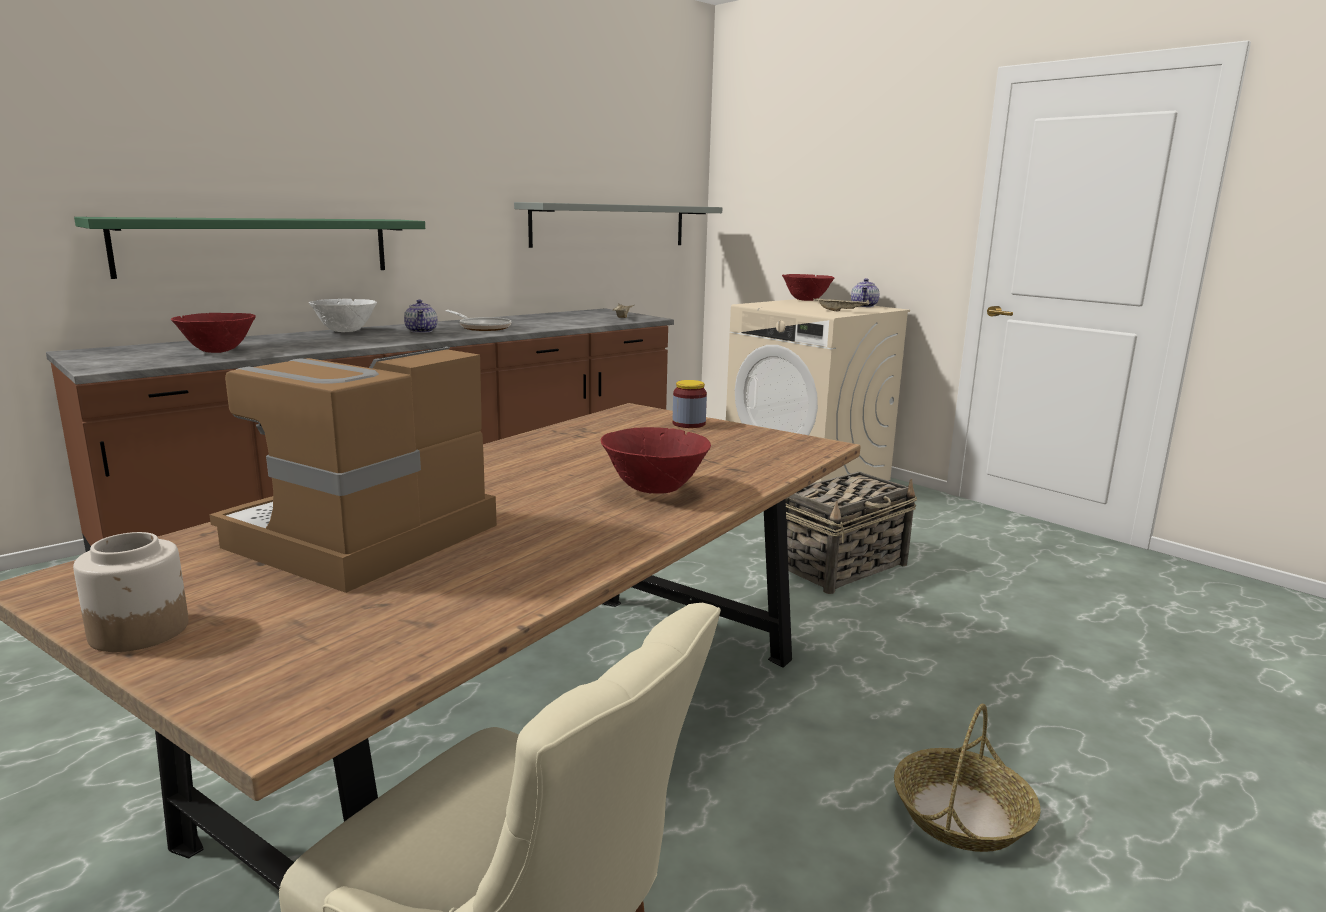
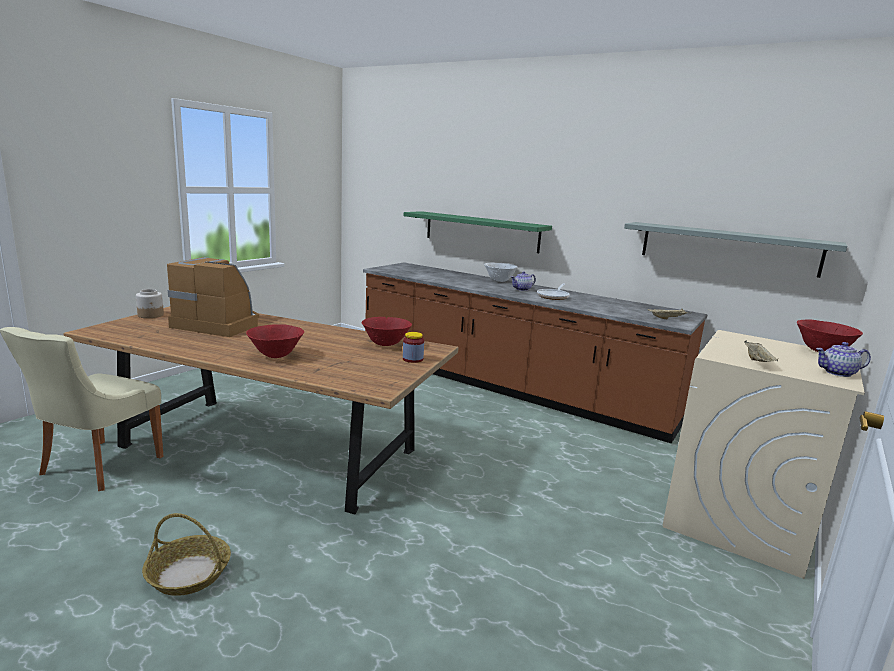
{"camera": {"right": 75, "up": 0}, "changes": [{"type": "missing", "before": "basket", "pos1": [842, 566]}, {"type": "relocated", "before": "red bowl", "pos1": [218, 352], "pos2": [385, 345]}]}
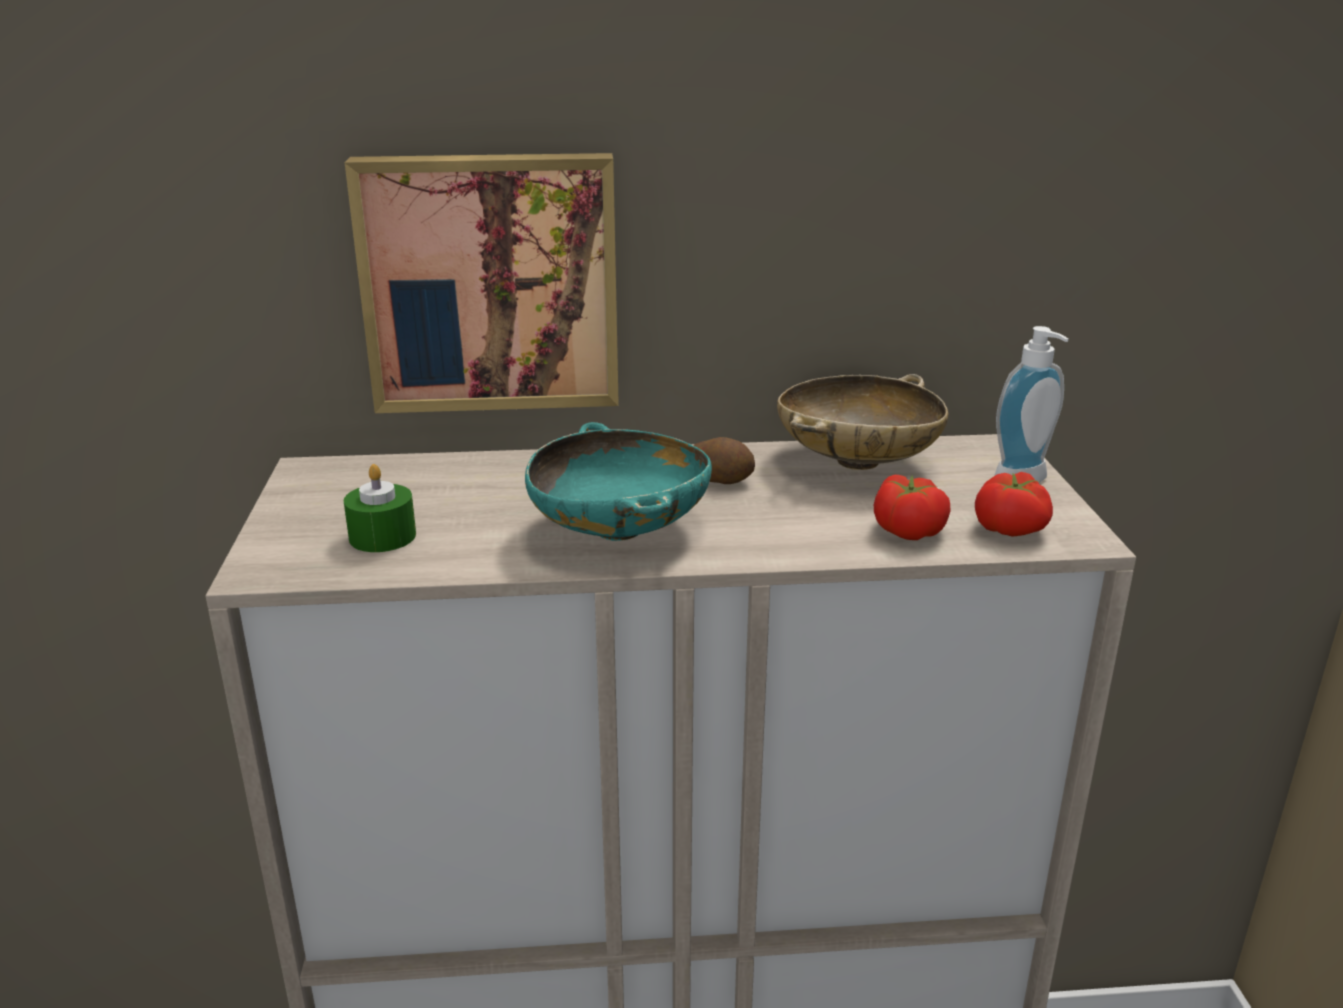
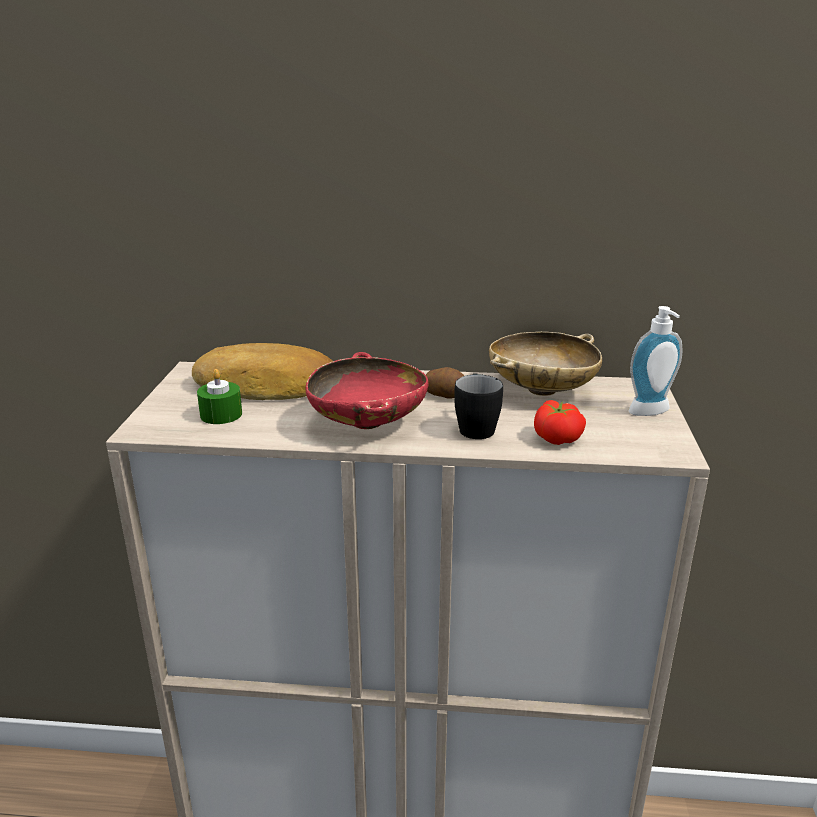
{"camera": {"right": 10, "up": 0}, "changes": [{"type": "missing", "before": "picture", "pos1": [491, 282]}, {"type": "missing", "before": "tomato", "pos1": [1011, 528]}, {"type": "appeared", "after": "bread", "pos2": [267, 386]}, {"type": "appeared", "after": "black mug", "pos2": [475, 426]}, {"type": "colour", "before": "turquoise bowl", "after": "red bowl", "pos1": [620, 530], "pos2": [368, 422]}]}
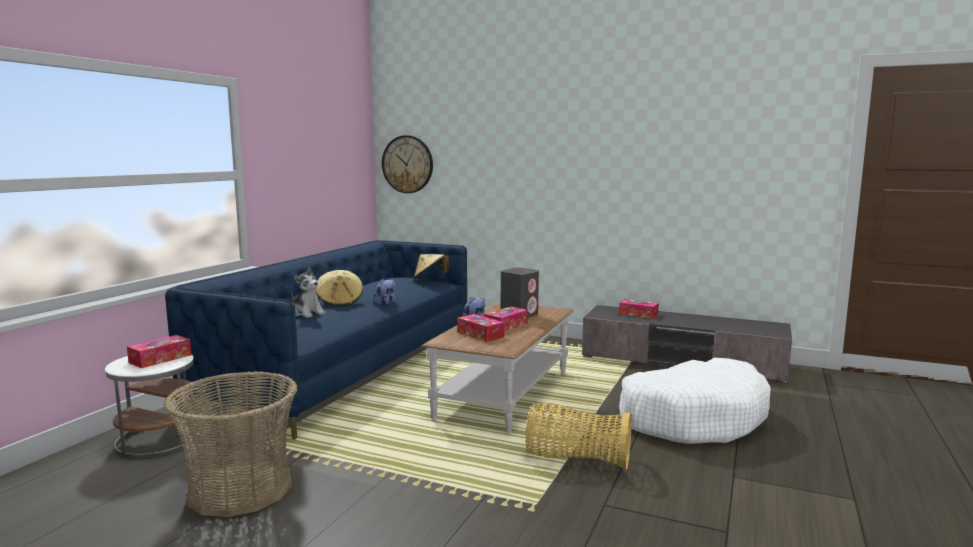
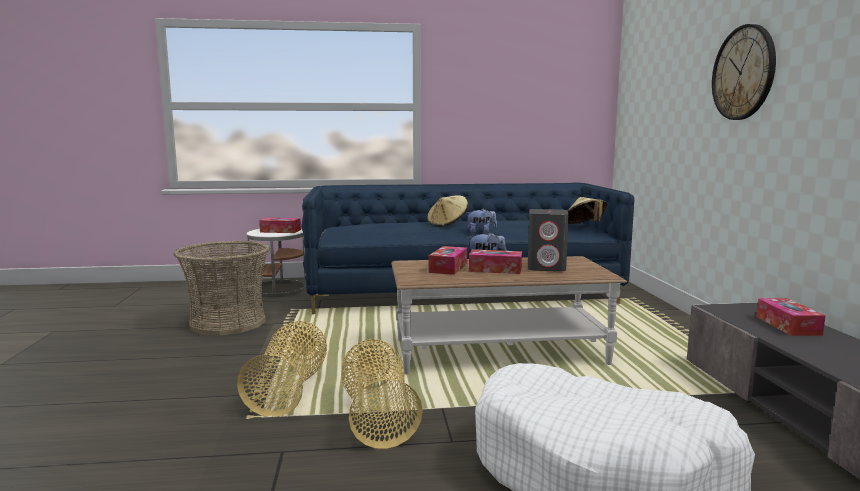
{"camera": {"right": 60, "up": 0}, "changes": [{"type": "missing", "before": "plush toy", "pos1": [306, 313]}, {"type": "appeared", "after": "basket", "pos2": [290, 390]}, {"type": "relocated", "before": "wall clock", "pos1": [407, 164], "pos2": [743, 73]}]}
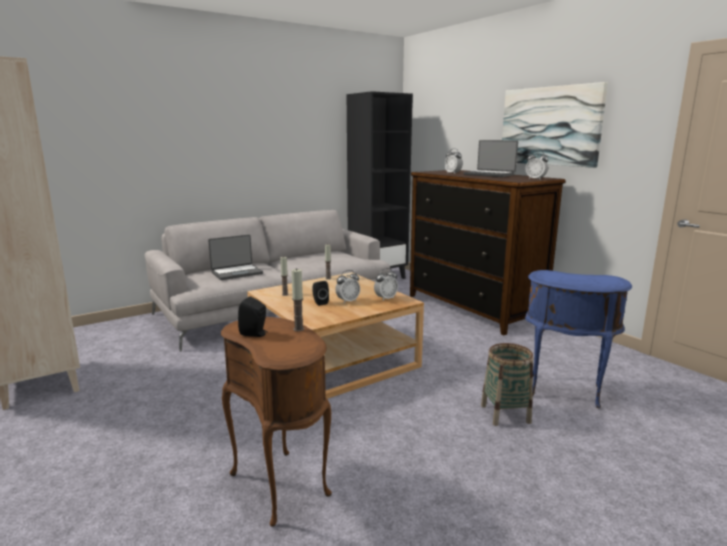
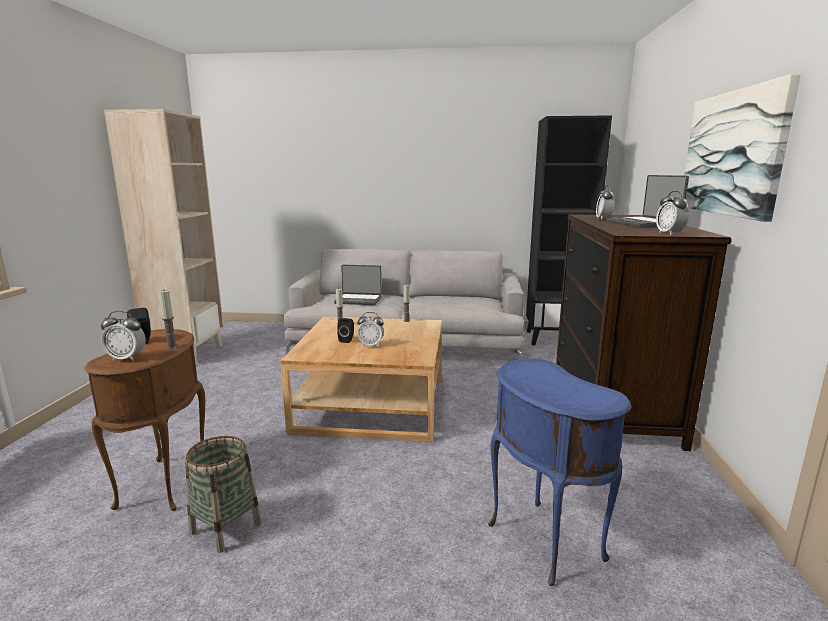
{"camera": {"right": 40, "up": 0}, "changes": [{"type": "relocated", "before": "alarm clock", "pos1": [385, 299], "pos2": [127, 358]}, {"type": "relocated", "before": "basket", "pos1": [505, 414], "pos2": [225, 528]}]}
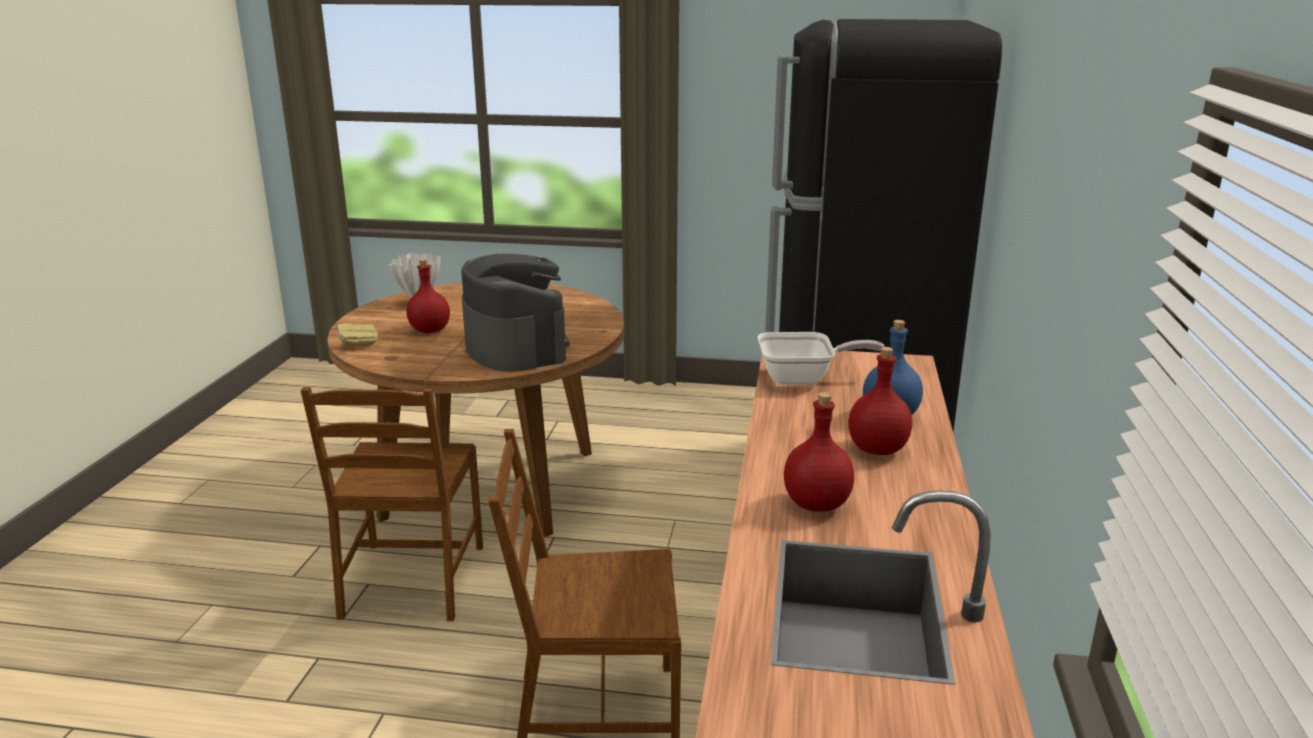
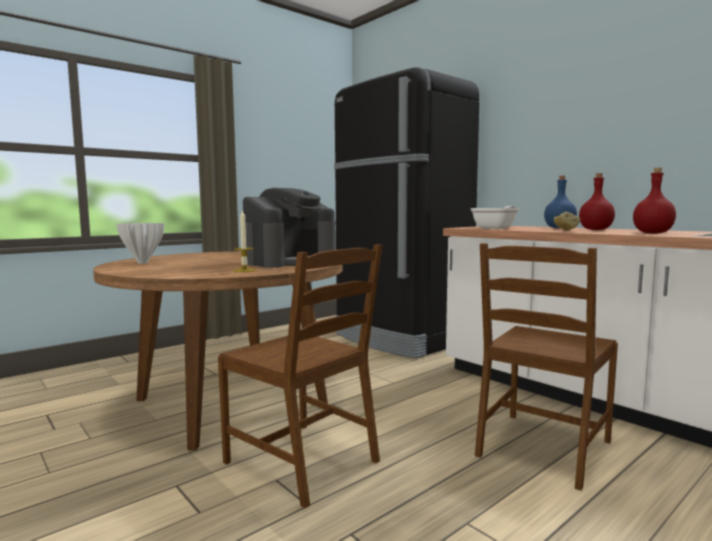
{"camera": {"right": -50, "up": -15}, "changes": [{"type": "missing", "before": "red bottle", "pos1": [429, 330]}, {"type": "appeared", "after": "candle", "pos2": [244, 270]}, {"type": "relocated", "before": "bread", "pos1": [358, 346], "pos2": [565, 231]}, {"type": "spun", "before": "coffee machine", "pos1": [515, 348], "pos2": [290, 261], "turn": 120}]}
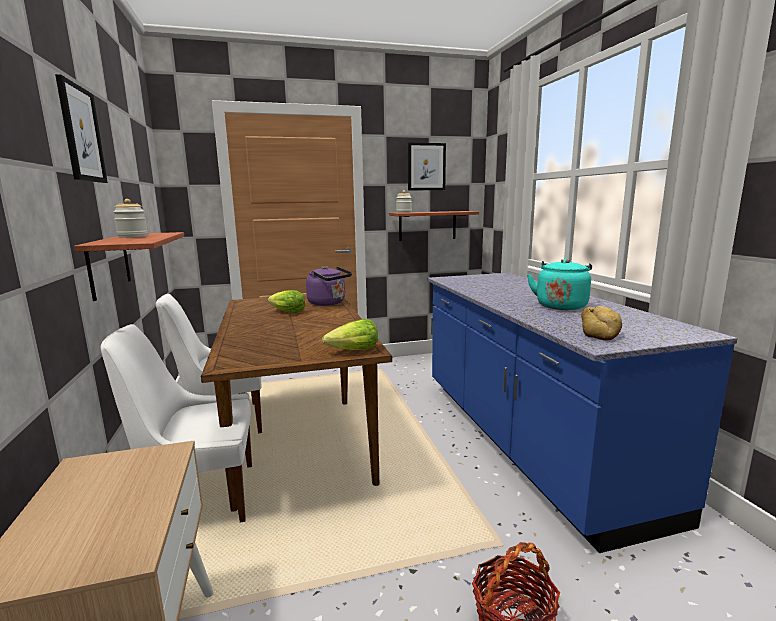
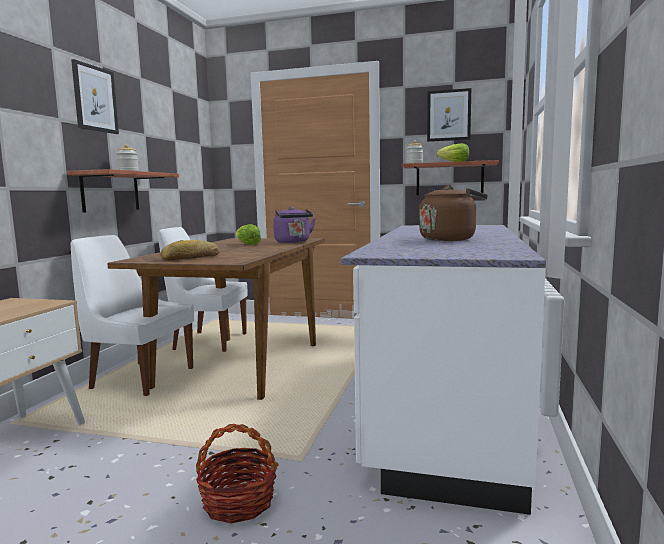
{"camera": {"right": 30, "up": -5}, "changes": [{"type": "relocated", "before": "lettuce", "pos1": [354, 351], "pos2": [454, 162]}, {"type": "relocated", "before": "bread", "pos1": [599, 329], "pos2": [192, 257]}, {"type": "colour", "before": "blue counter", "after": "white counter", "pos1": [526, 440], "pos2": [444, 403]}, {"type": "colour", "before": "turquoise kettle", "after": "brown kettle", "pos1": [561, 305], "pos2": [449, 239]}]}
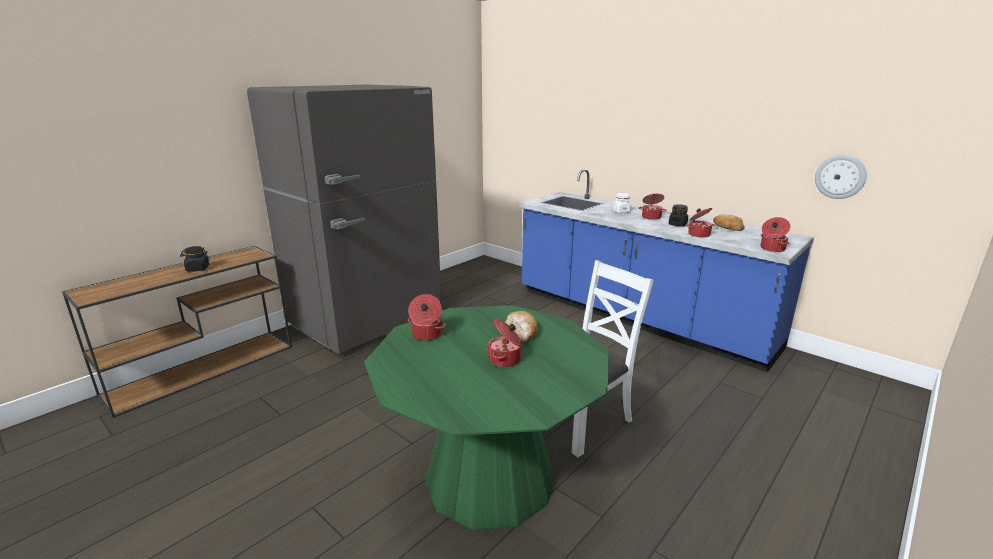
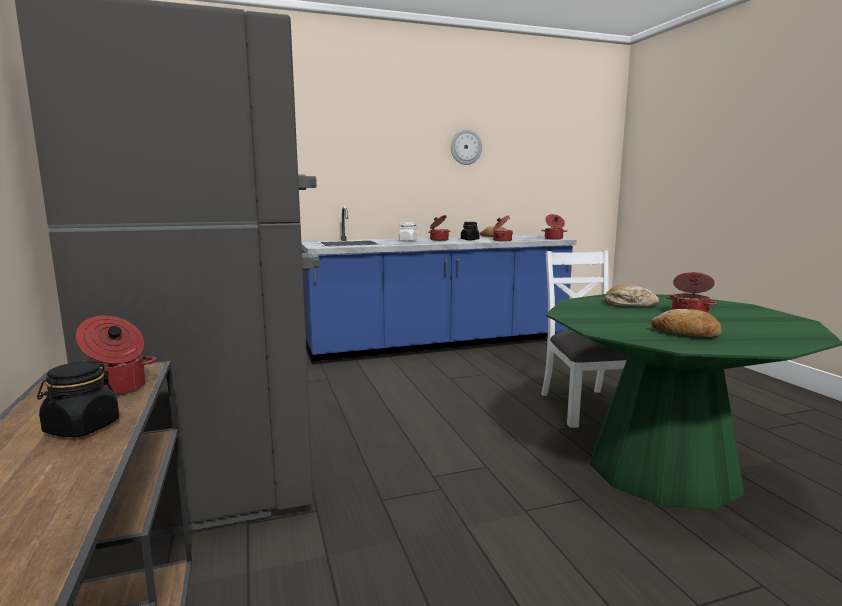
{"camera": {"right": -60, "up": -10}, "changes": [{"type": "appeared", "after": "bread", "pos2": [686, 333]}, {"type": "relocated", "before": "cooking pot", "pos1": [426, 334], "pos2": [116, 389]}, {"type": "relocated", "before": "wall clock", "pos1": [840, 177], "pos2": [466, 147]}]}
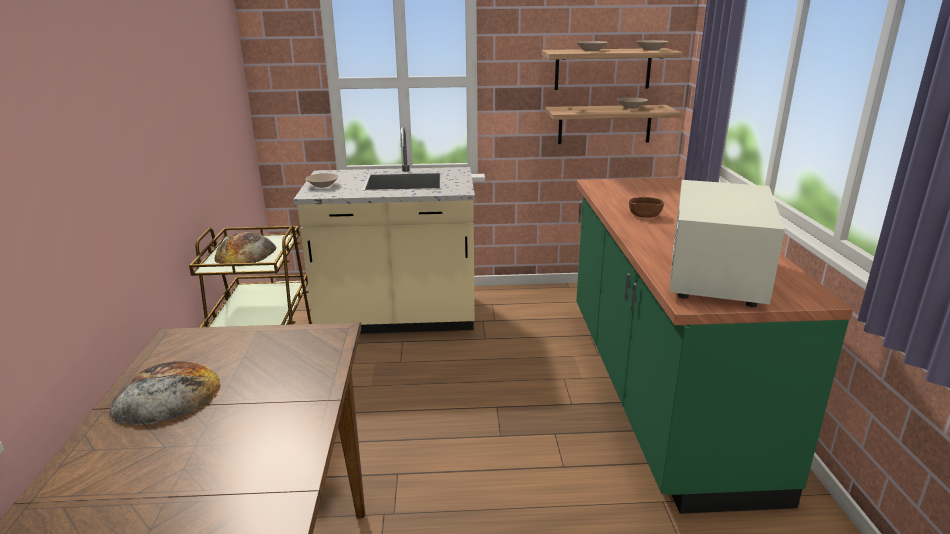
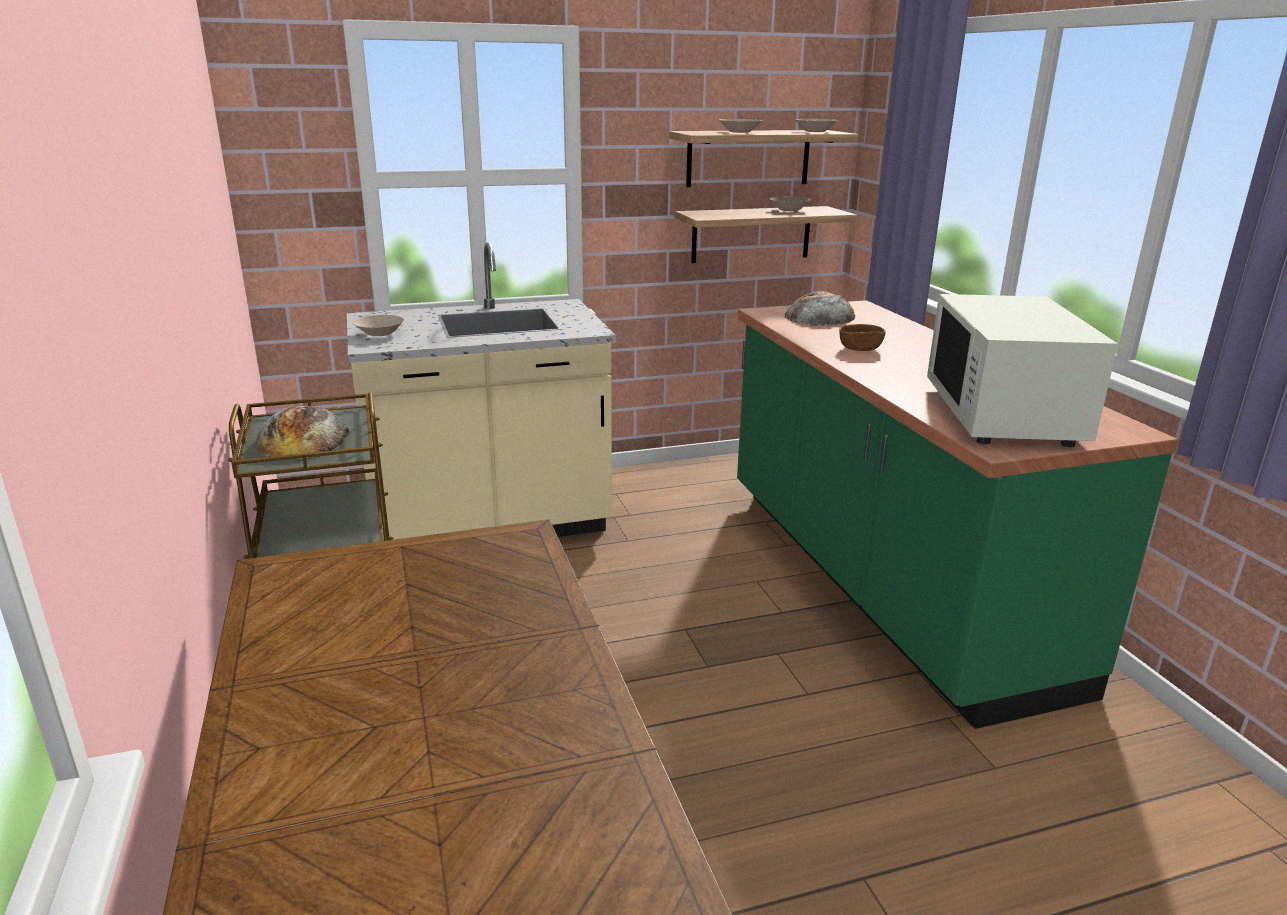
{"camera": {"right": -15, "up": 0}, "changes": [{"type": "relocated", "before": "bread", "pos1": [167, 396], "pos2": [819, 316]}]}
